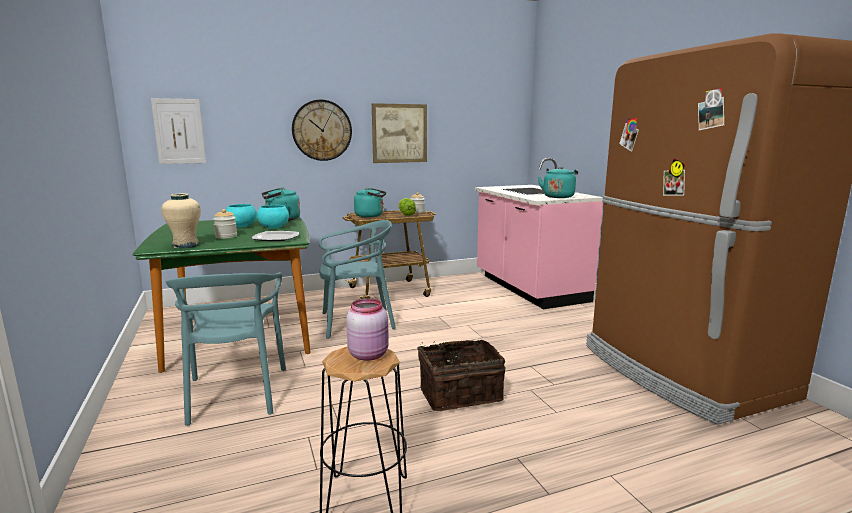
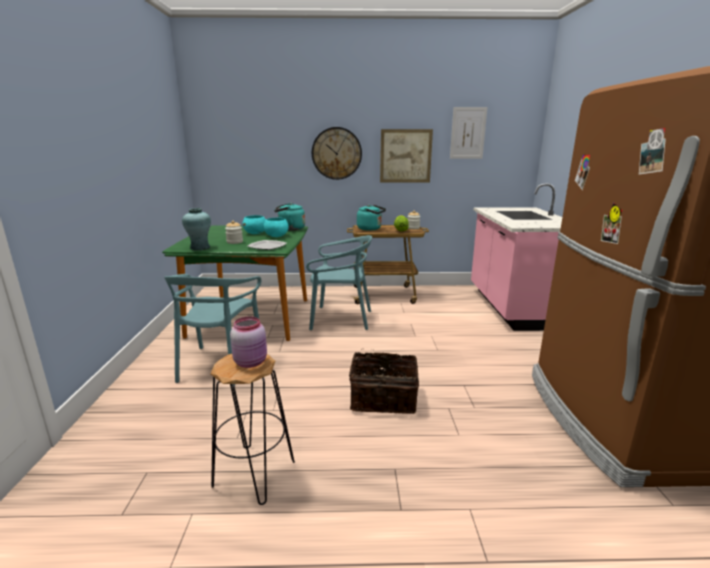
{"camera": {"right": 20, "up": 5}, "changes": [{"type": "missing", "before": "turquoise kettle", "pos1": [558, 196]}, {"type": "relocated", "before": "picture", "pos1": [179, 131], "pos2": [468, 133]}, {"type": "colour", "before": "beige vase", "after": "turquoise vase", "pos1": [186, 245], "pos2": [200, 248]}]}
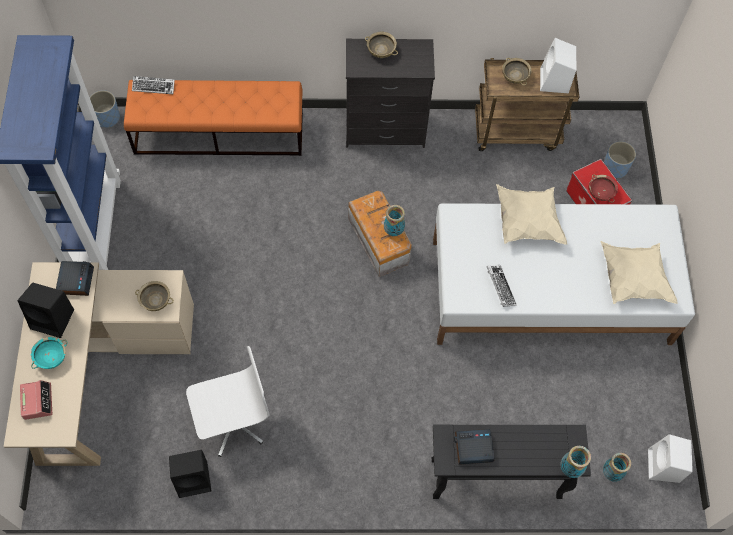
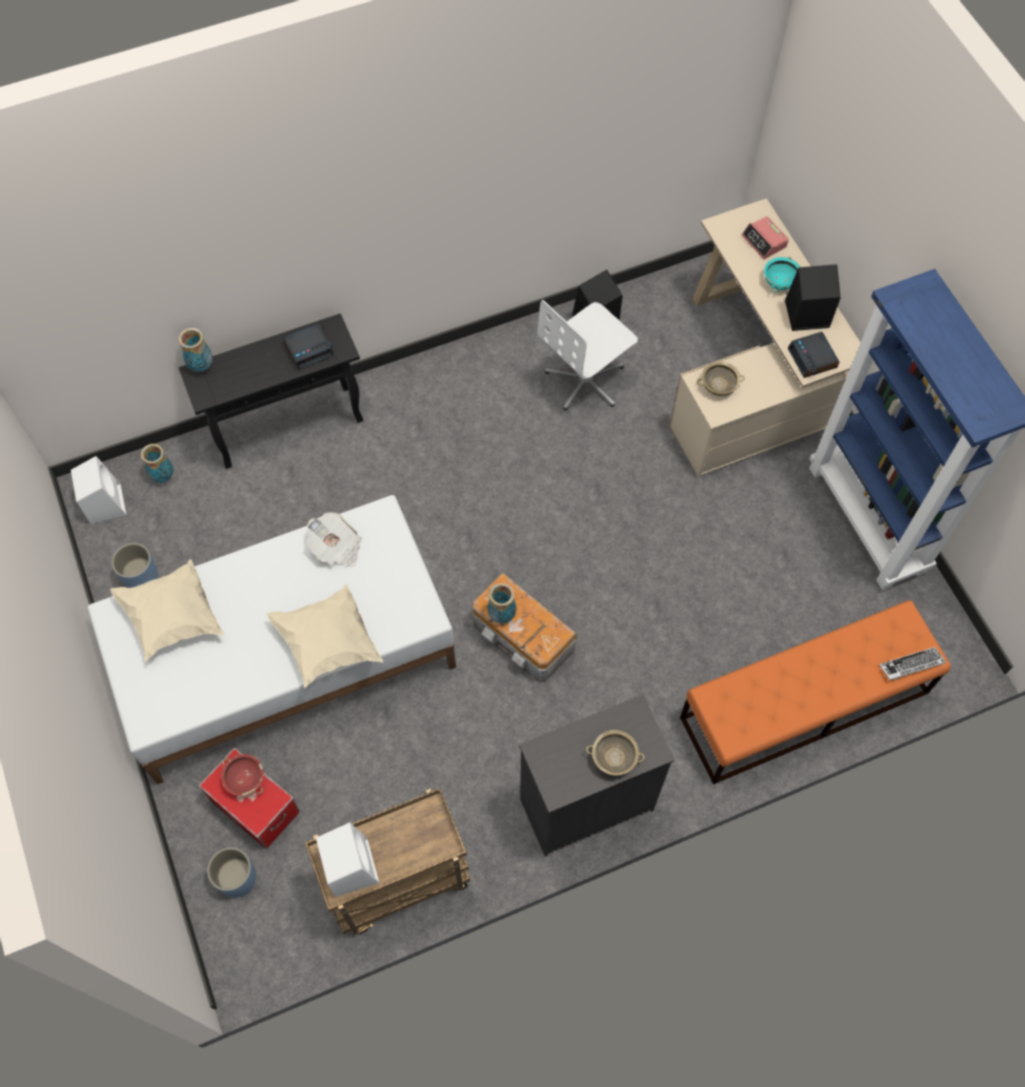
{"camera": {"right": 160, "up": 0}, "changes": [{"type": "missing", "before": "beige bowl", "pos1": [515, 77]}, {"type": "relocated", "before": "blue planter", "pos1": [107, 118], "pos2": [141, 577]}, {"type": "exchanged", "before": "keyboard", "after": "newspaper", "pos1": [500, 287], "pos2": [336, 548]}]}
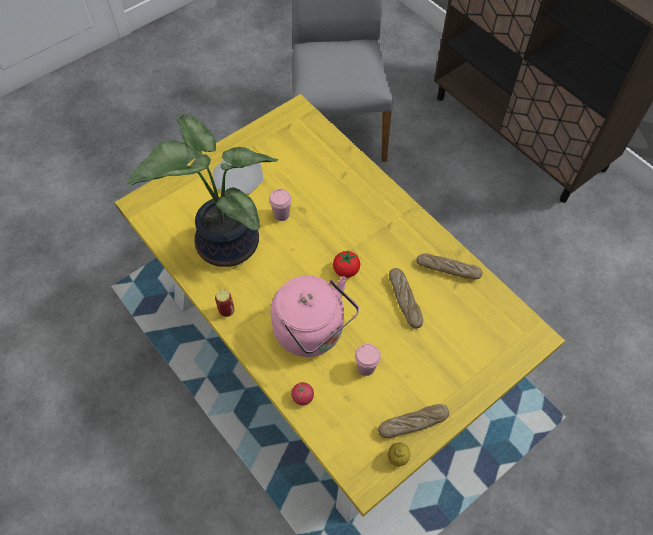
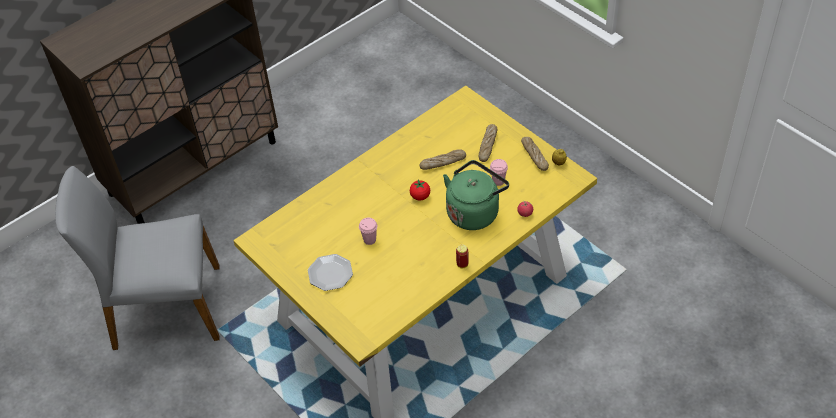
{"camera": {"right": -90, "up": -10}, "changes": [{"type": "missing", "before": "potted plant", "pos1": [223, 243]}, {"type": "relocated", "before": "bread", "pos1": [448, 269], "pos2": [488, 145]}, {"type": "colour", "before": "pink kettle", "after": "green kettle", "pos1": [312, 332], "pos2": [474, 212]}]}
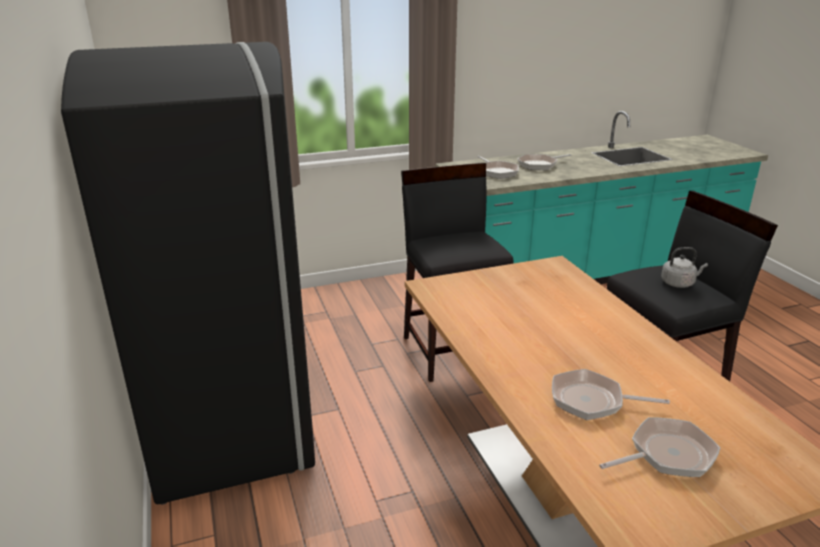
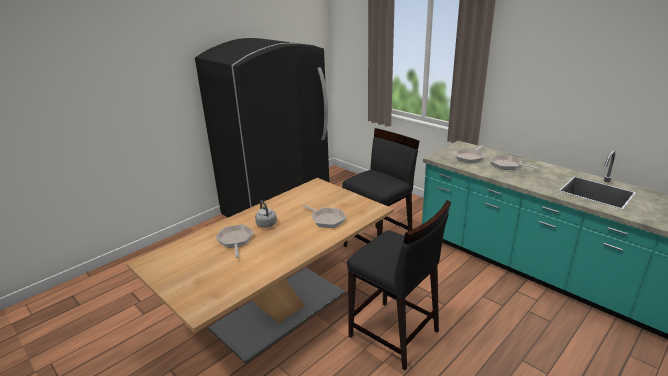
{"camera": {"right": 65, "up": 0}, "changes": [{"type": "relocated", "before": "frying pan", "pos1": [667, 454], "pos2": [326, 219]}, {"type": "relocated", "before": "grey kettle", "pos1": [679, 283], "pos2": [267, 225]}]}
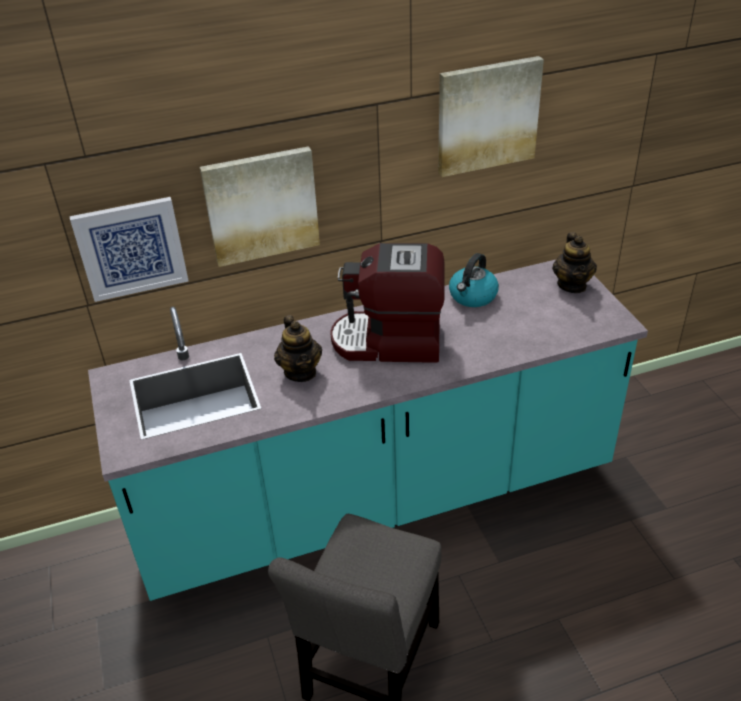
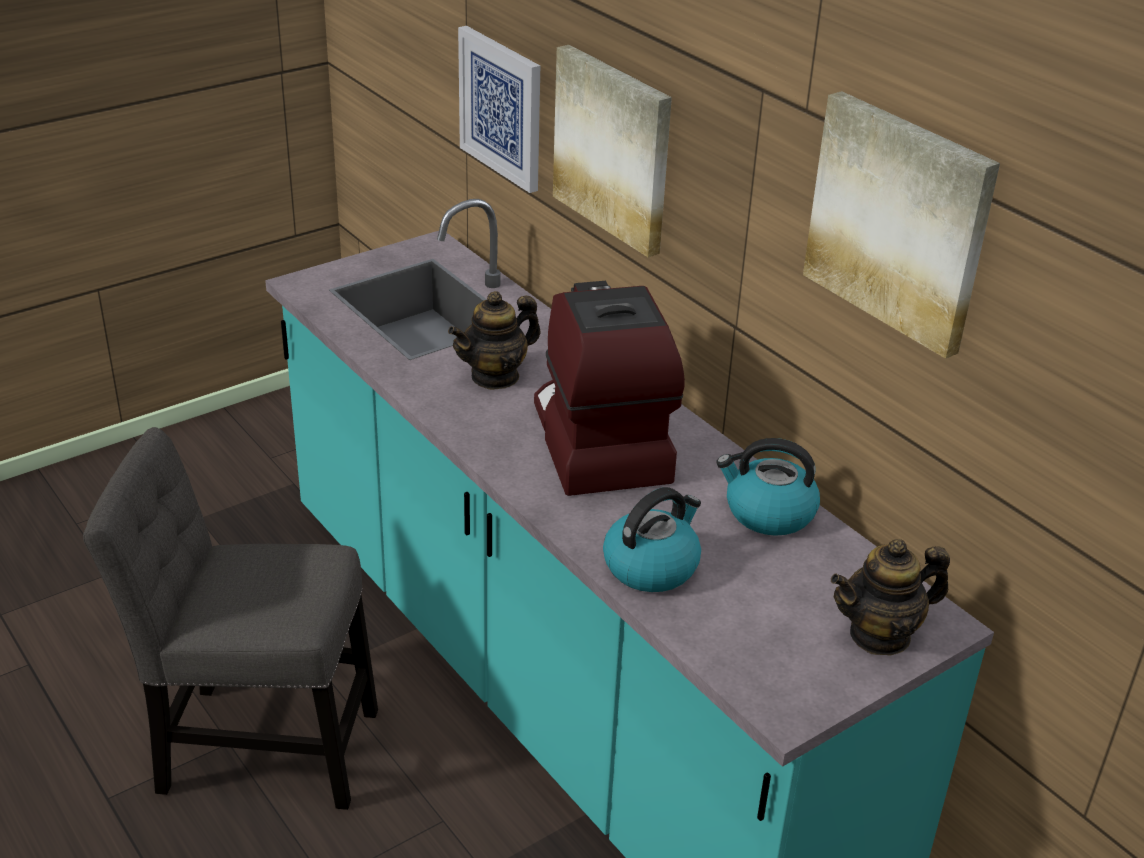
{"camera": {"right": 70, "up": -5}, "changes": [{"type": "appeared", "after": "kettle", "pos2": [651, 566]}]}
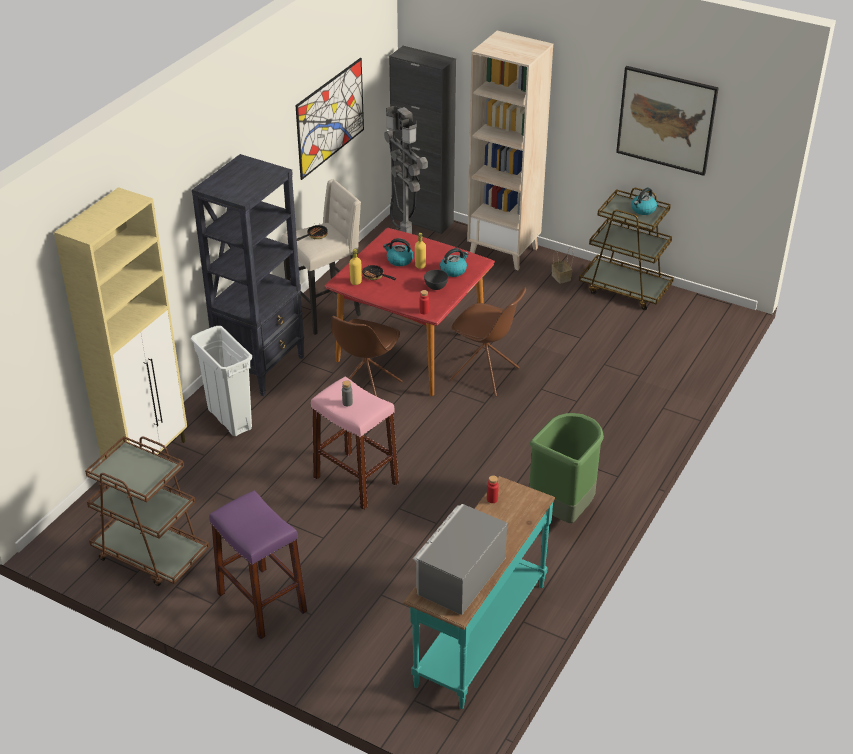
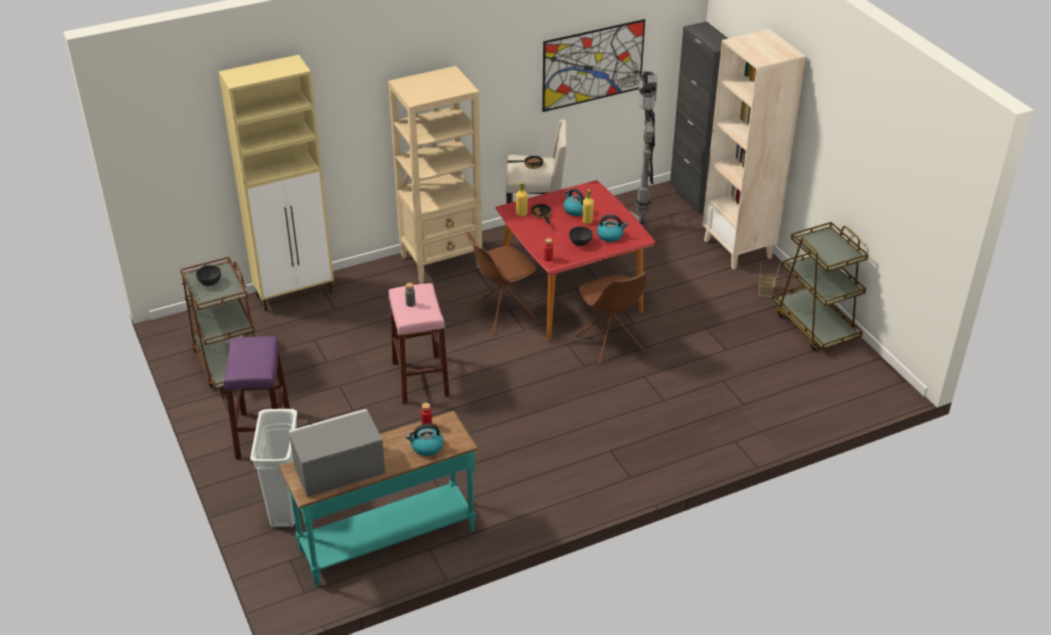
{"camera": {"right": 35, "up": 0}, "changes": [{"type": "missing", "before": "green trash can", "pos1": [562, 509]}, {"type": "missing", "before": "picture", "pos1": [666, 120]}, {"type": "appeared", "after": "grey bowl", "pos2": [210, 282]}, {"type": "relocated", "before": "white trash can", "pos1": [229, 419], "pos2": [285, 506]}, {"type": "relocated", "before": "kettle", "pos1": [643, 210], "pos2": [426, 447]}, {"type": "colour", "before": "black bookcase", "after": "beige bookcase", "pos1": [262, 367], "pos2": [442, 262]}]}
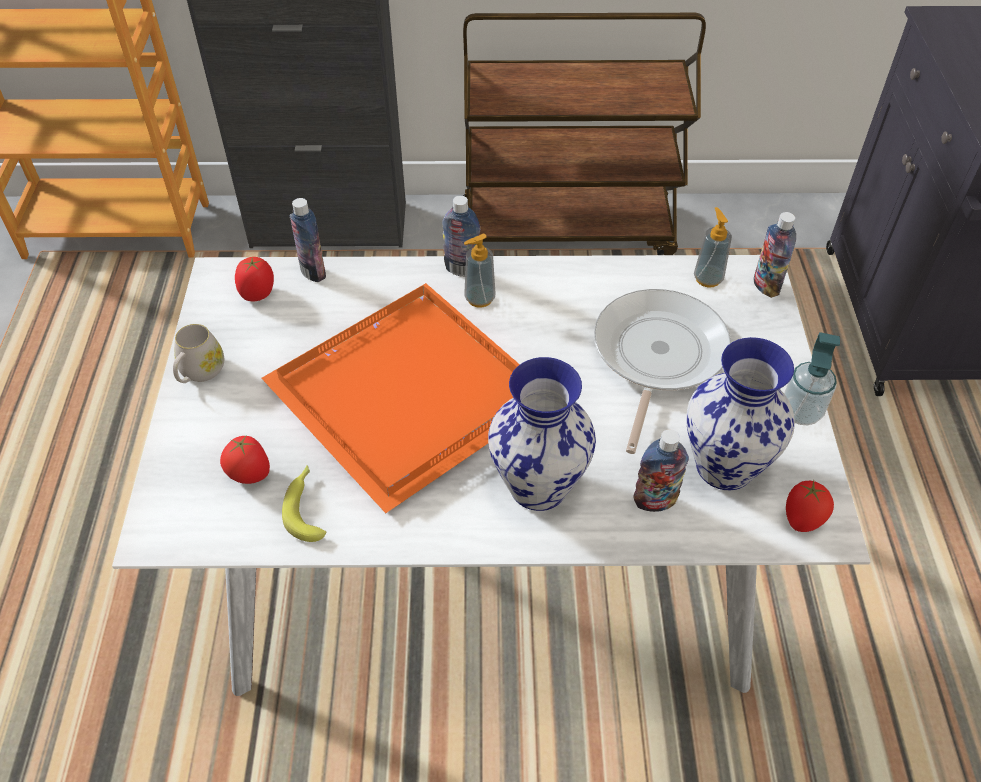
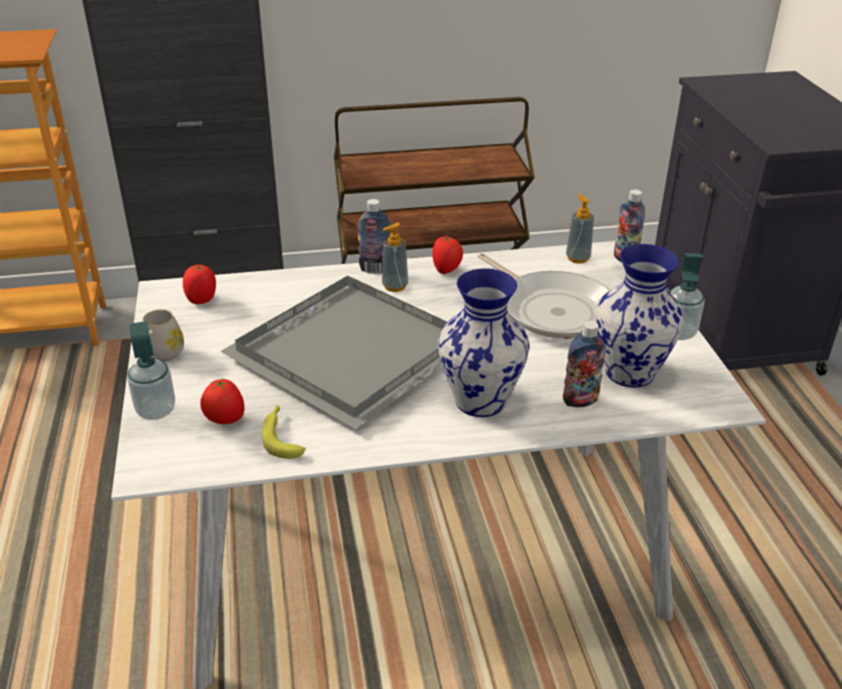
{"camera": {"right": -10, "up": -15}, "changes": [{"type": "missing", "before": "bottle", "pos1": [313, 272]}, {"type": "appeared", "after": "soap dispenser", "pos2": [156, 410]}, {"type": "relocated", "before": "tomato", "pos1": [802, 520], "pos2": [446, 270]}, {"type": "colour", "before": "orange tray", "after": "grey tray", "pos1": [409, 389], "pos2": [351, 349]}, {"type": "spun", "before": "frying pan", "pos1": [656, 356], "pos2": [552, 309], "turn": 135}]}
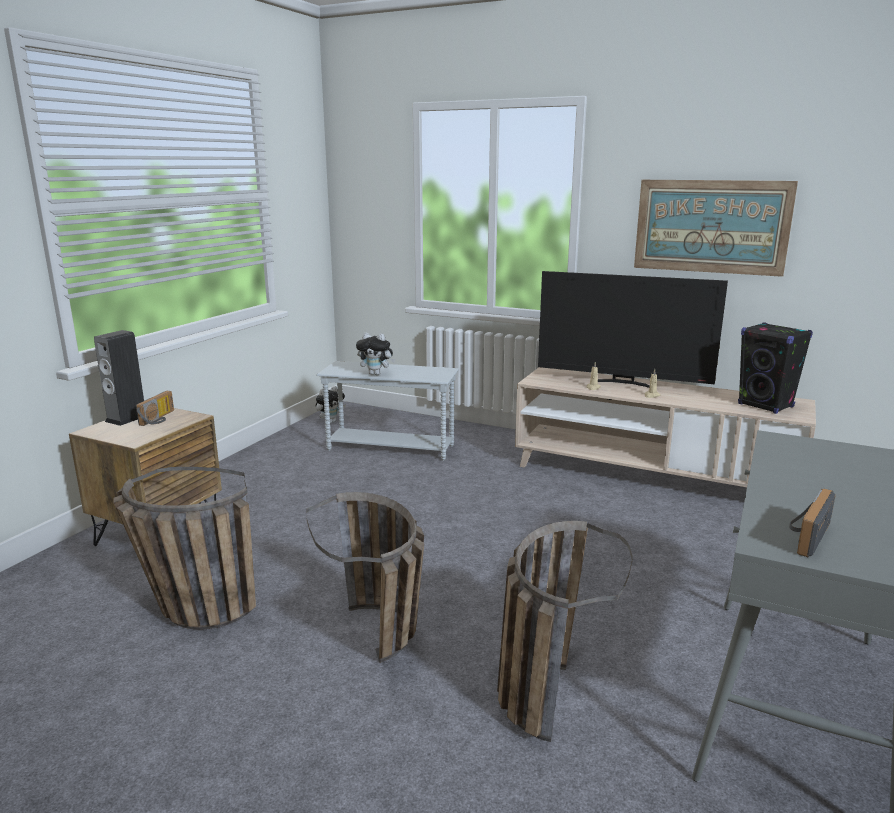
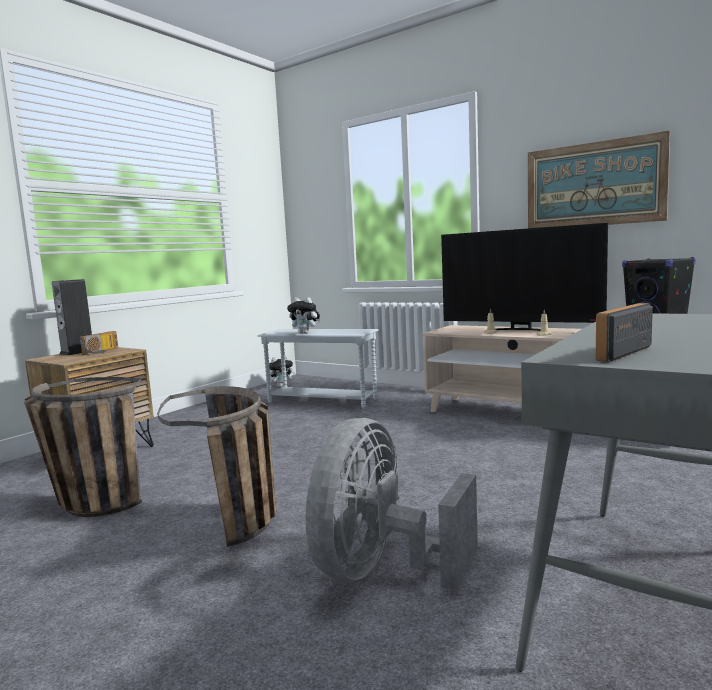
{"camera": {"right": 10, "up": -10}, "changes": [{"type": "exchanged", "before": "basket", "after": "grey fan", "pos1": [545, 684], "pos2": [382, 570]}]}
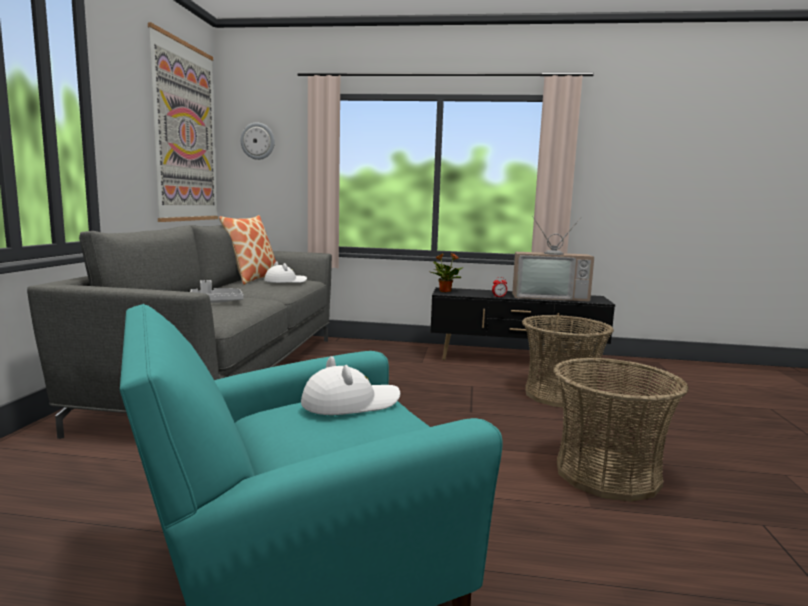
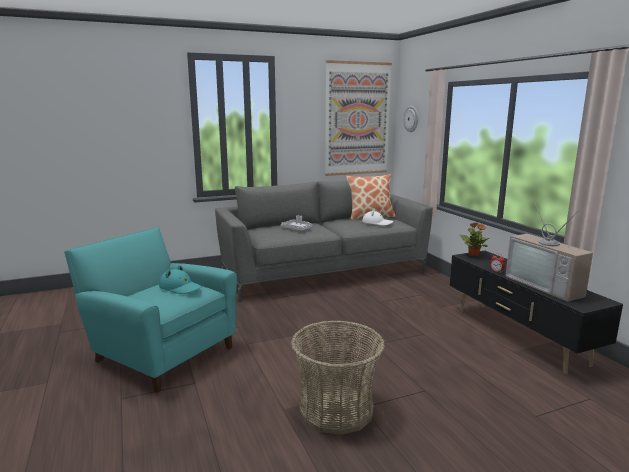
{"camera": {"right": 60, "up": 5}, "changes": [{"type": "missing", "before": "basket", "pos1": [560, 395]}, {"type": "colour", "before": "white hat", "after": "turquoise hat", "pos1": [350, 403], "pos2": [180, 287]}]}
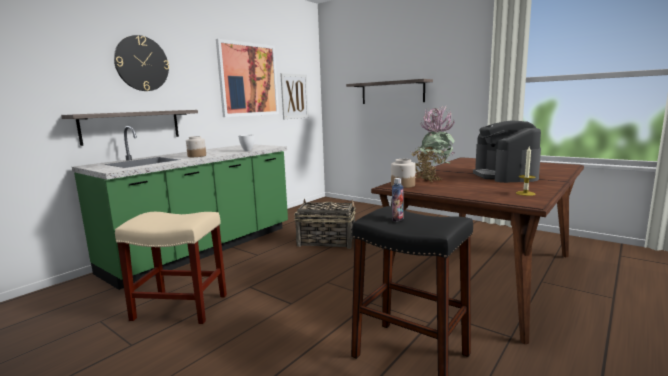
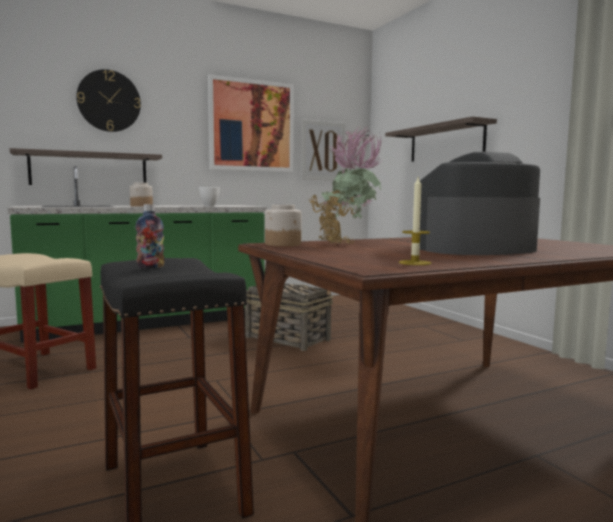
{"camera": {"right": 25, "up": -5}, "changes": [{"type": "spun", "before": "coffee machine", "pos1": [505, 175], "pos2": [473, 249], "turn": 45}]}
